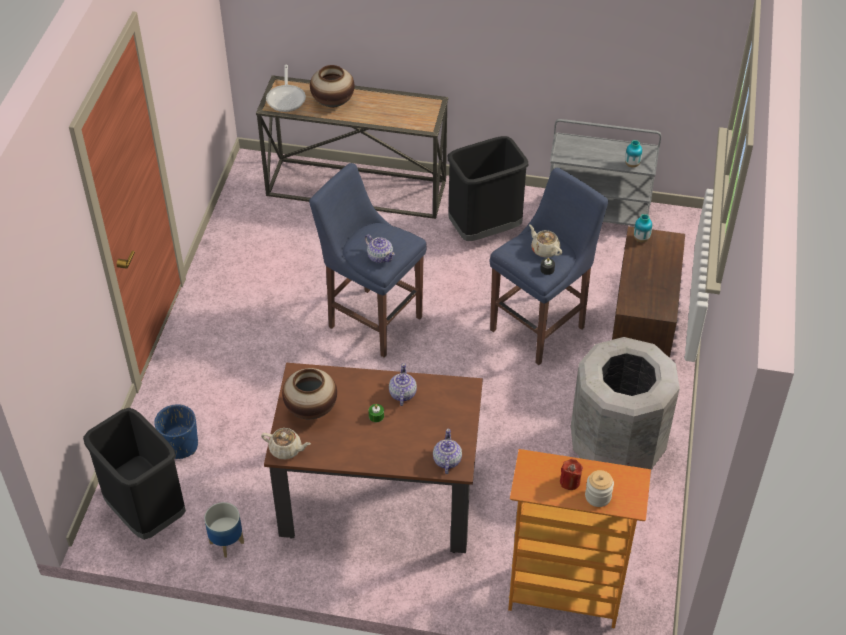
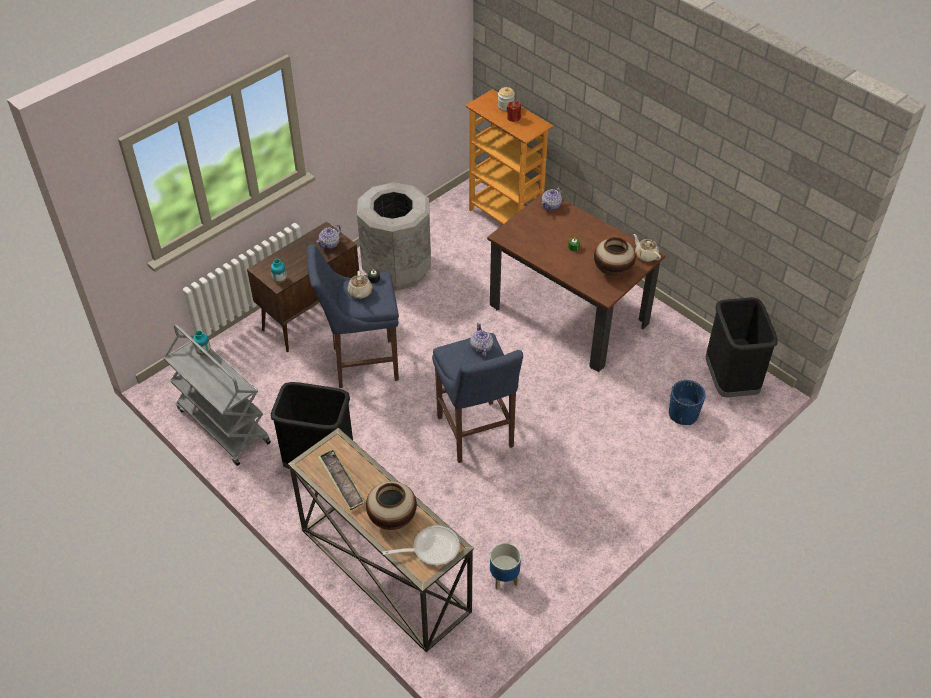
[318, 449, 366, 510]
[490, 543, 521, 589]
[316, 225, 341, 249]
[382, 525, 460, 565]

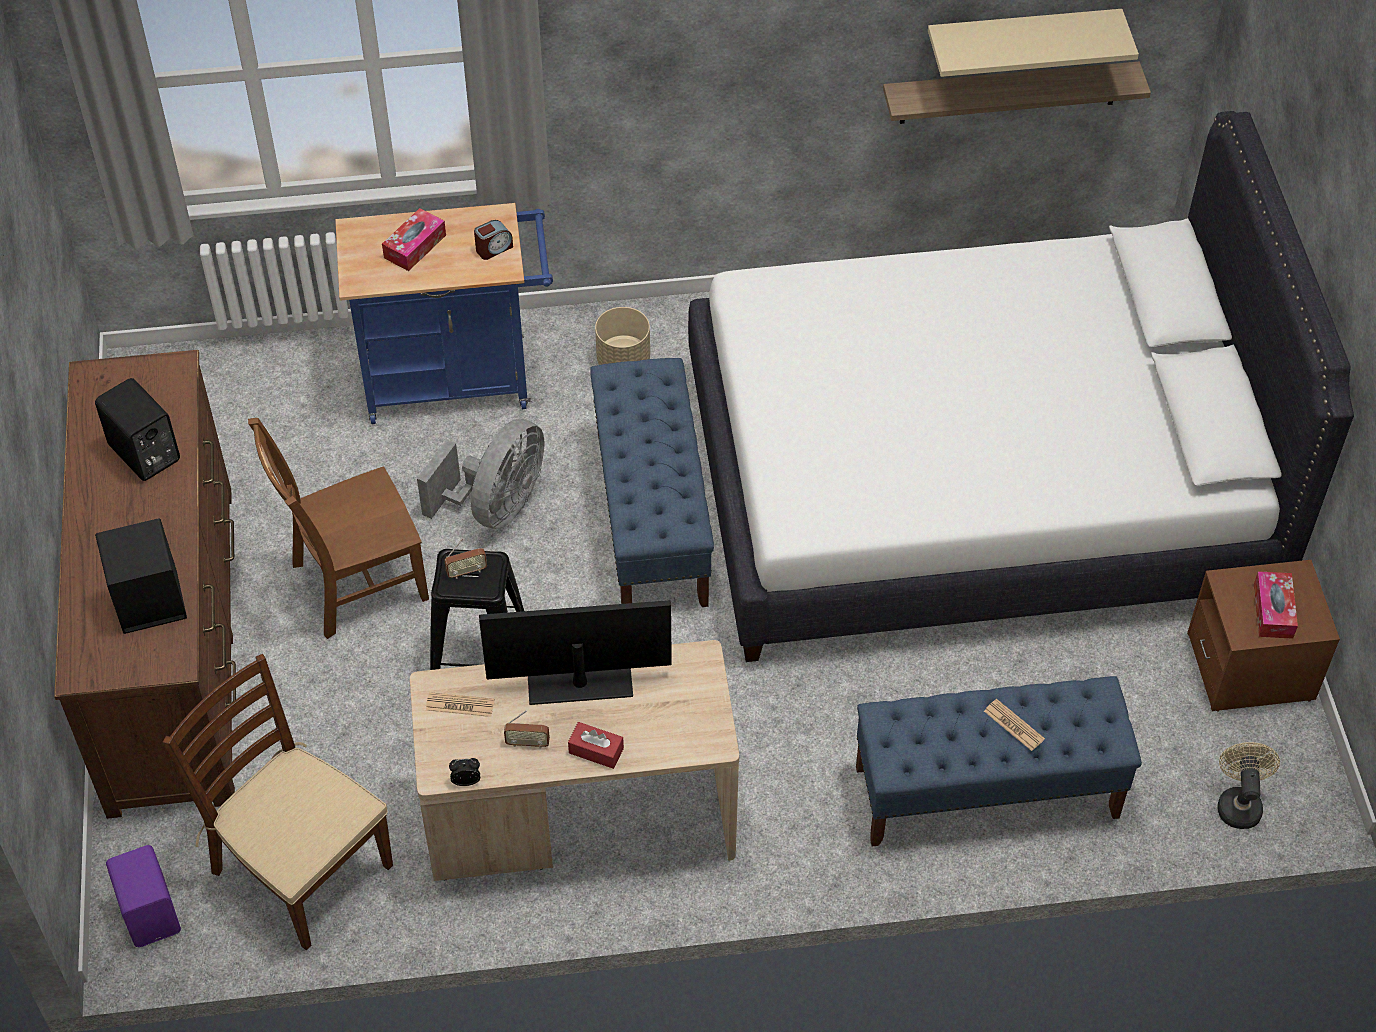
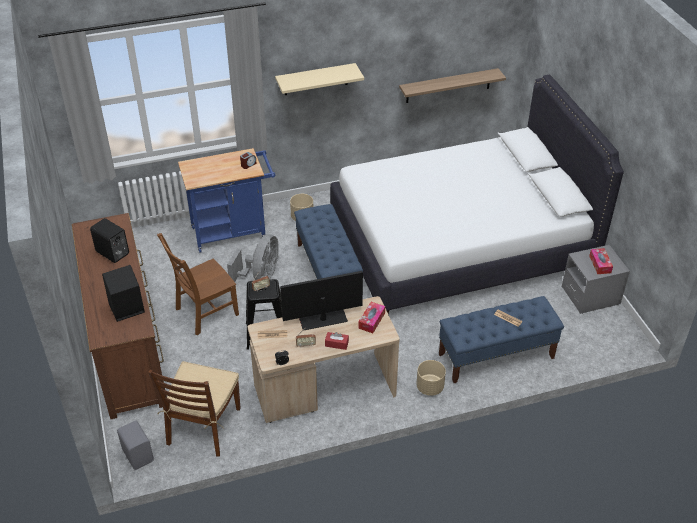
[1217, 742, 1280, 829] (first image)
[416, 360, 446, 396]
[358, 302, 385, 333]
[275, 63, 364, 95]
[117, 421, 154, 470]
[562, 245, 630, 314]
[148, 361, 241, 457]

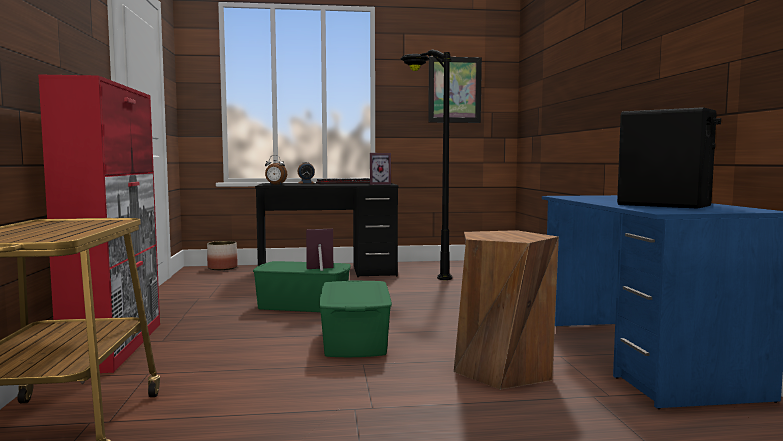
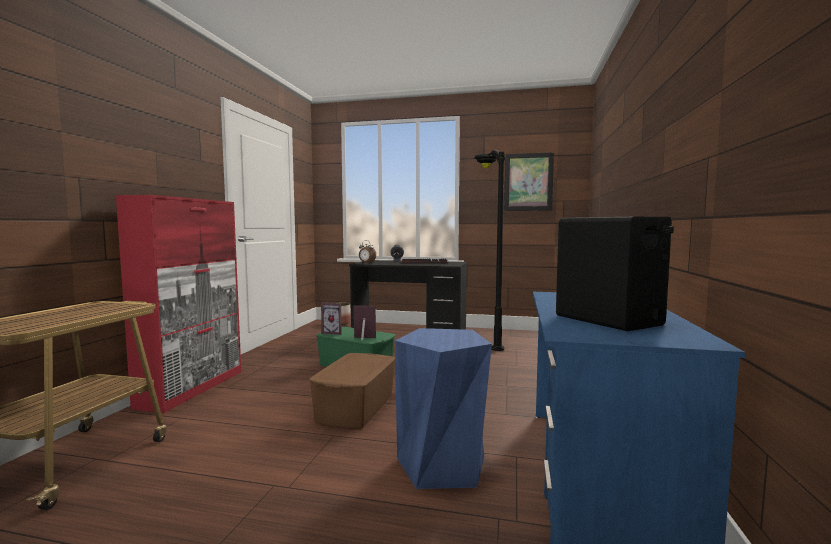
[321, 302, 341, 335]
[309, 353, 395, 428]
[395, 328, 492, 489]

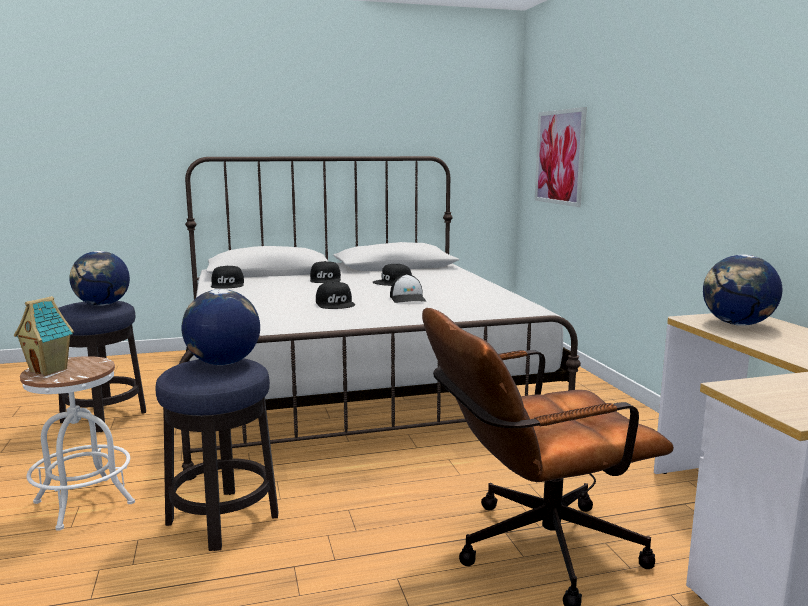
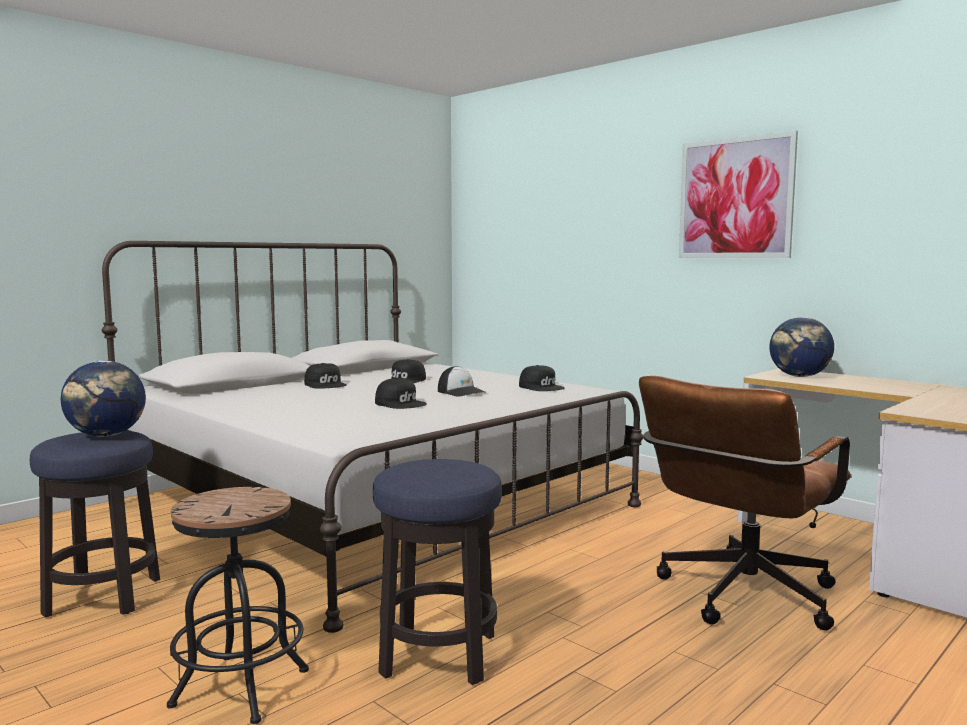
[14, 296, 74, 376] (first image)
[182, 289, 260, 365] (first image)
[519, 365, 565, 391]
[679, 130, 798, 258]
[167, 487, 309, 724]

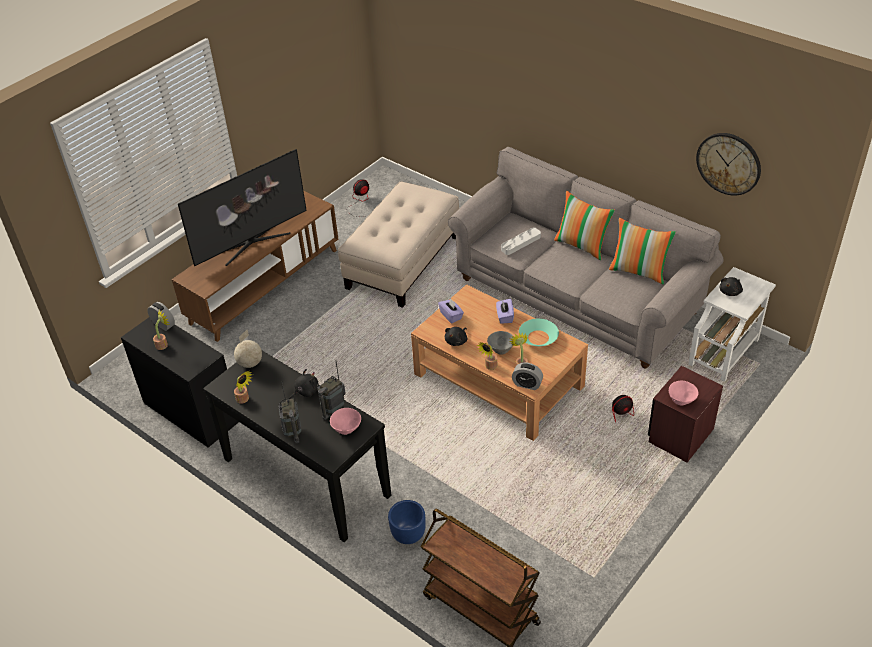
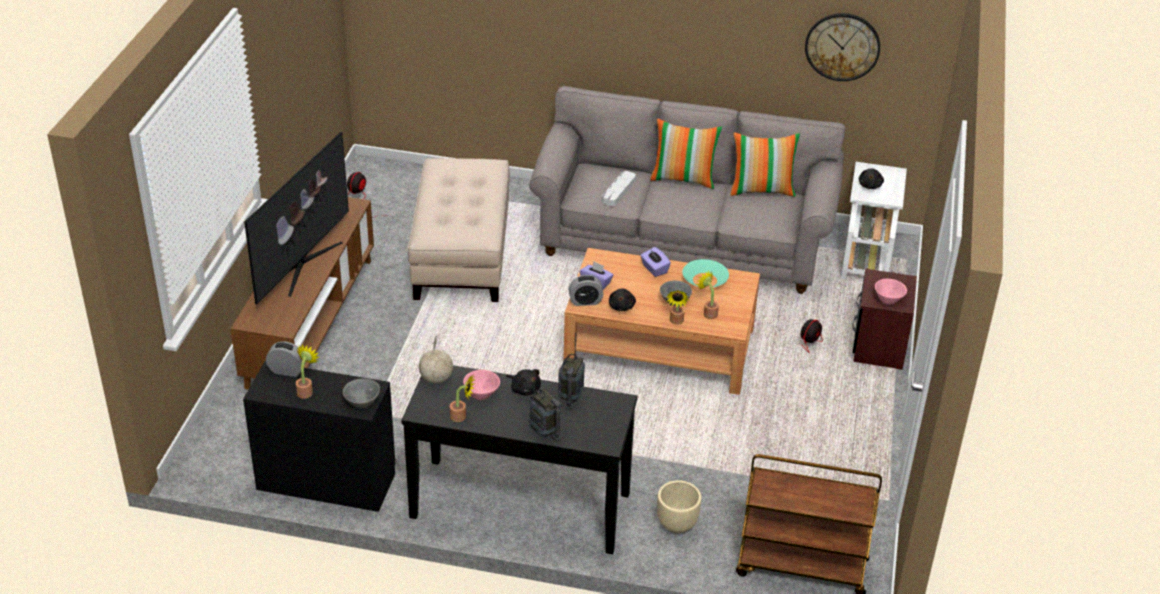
[343, 379, 380, 409]
[463, 370, 500, 400]
[569, 275, 603, 306]
[657, 480, 702, 533]
[506, 369, 541, 396]

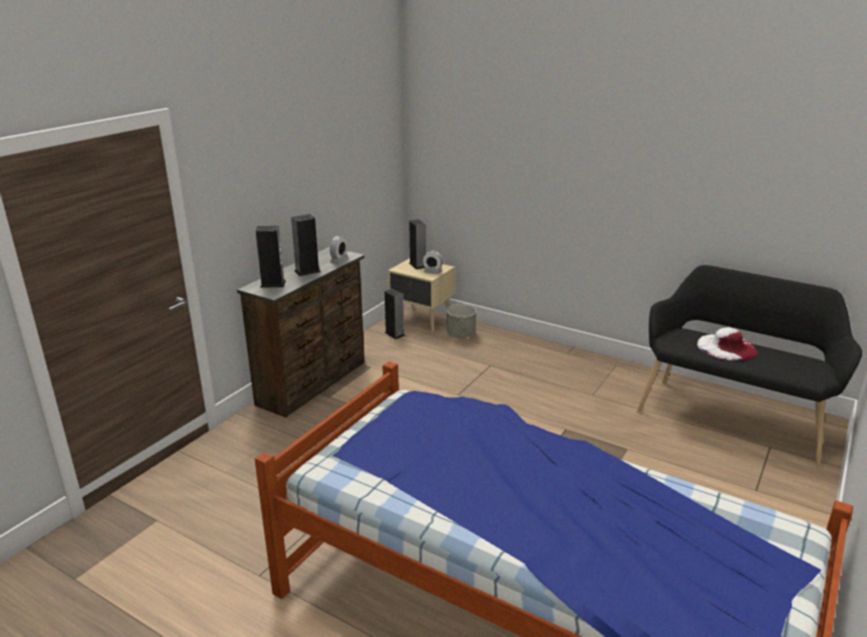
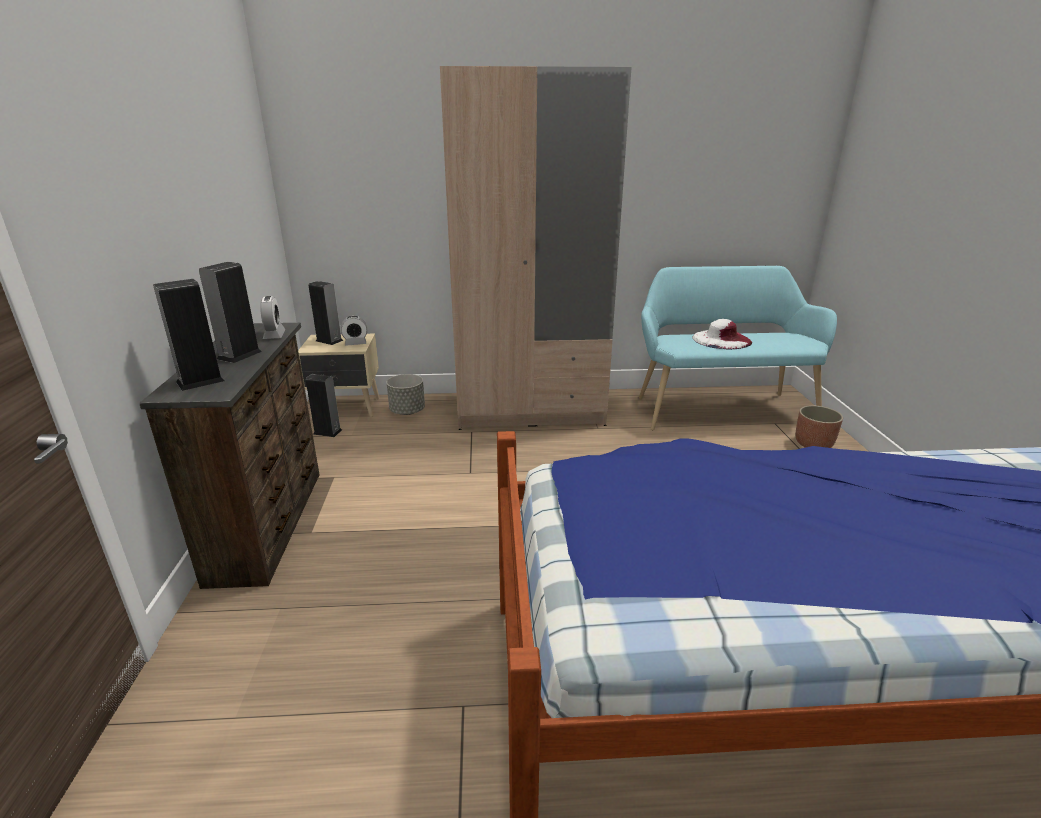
[440, 66, 632, 430]
[796, 405, 843, 448]
[639, 266, 837, 431]

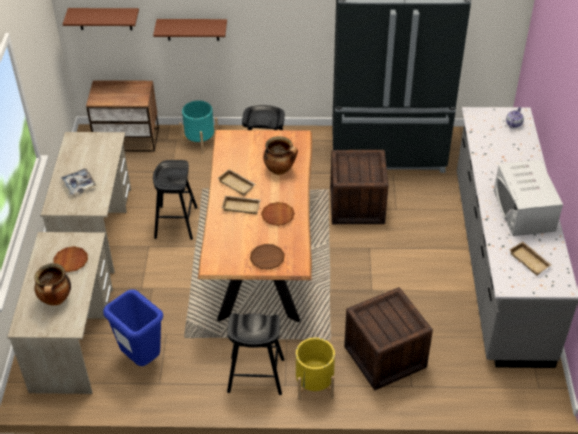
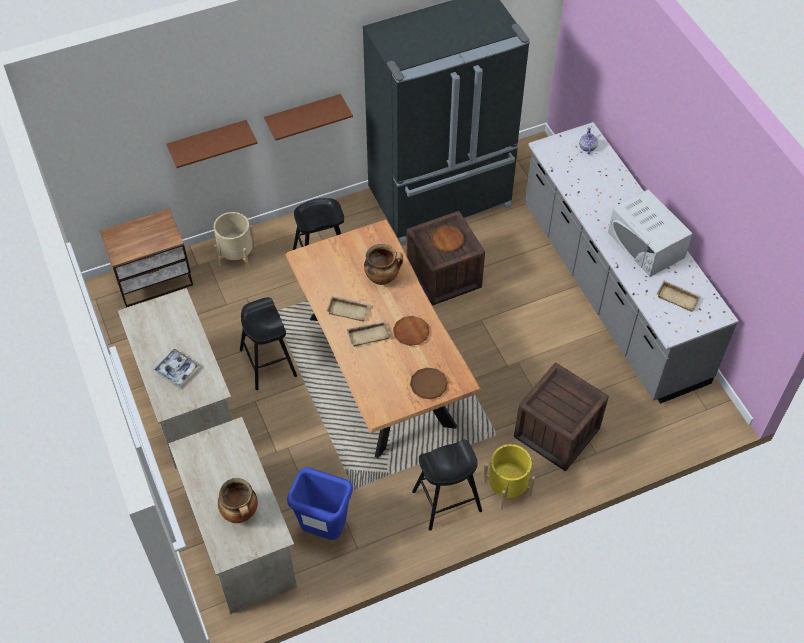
[431, 226, 464, 251]
[264, 94, 353, 141]
[213, 212, 256, 270]

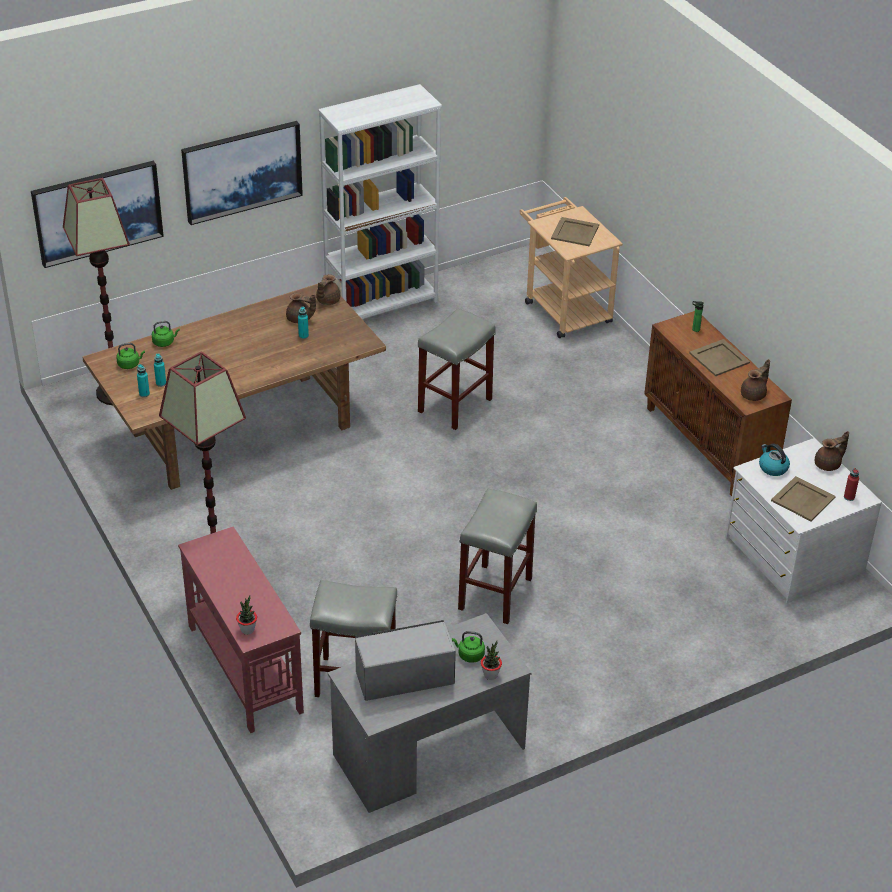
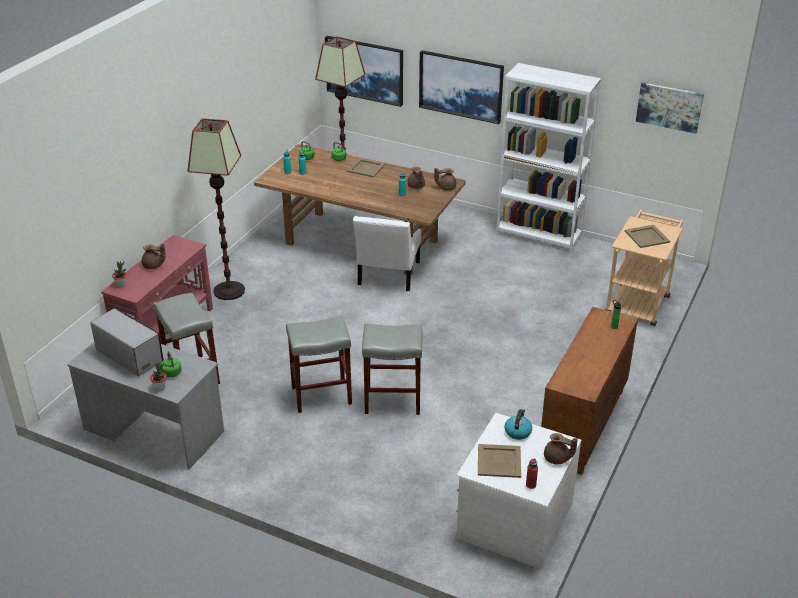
[353, 216, 421, 291]
[636, 82, 704, 134]
[362, 324, 422, 415]
[347, 158, 386, 177]
[142, 244, 166, 269]

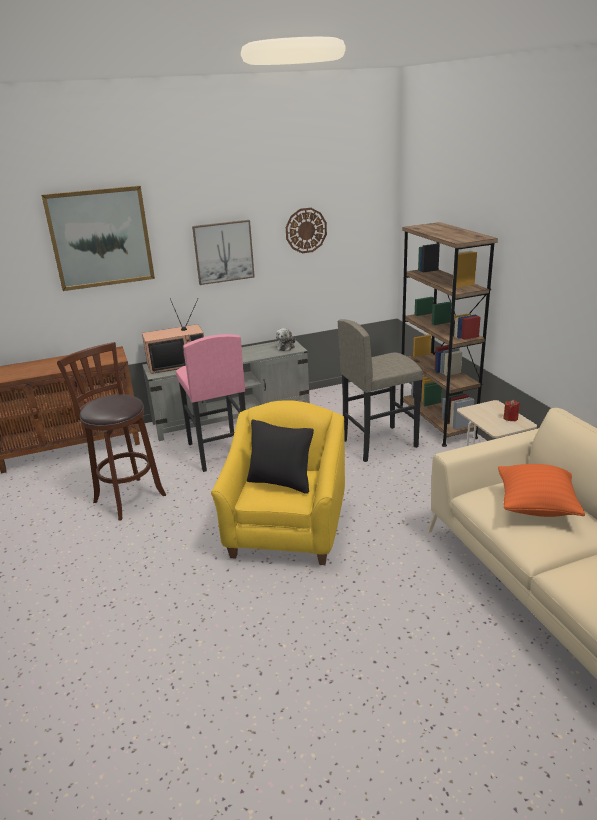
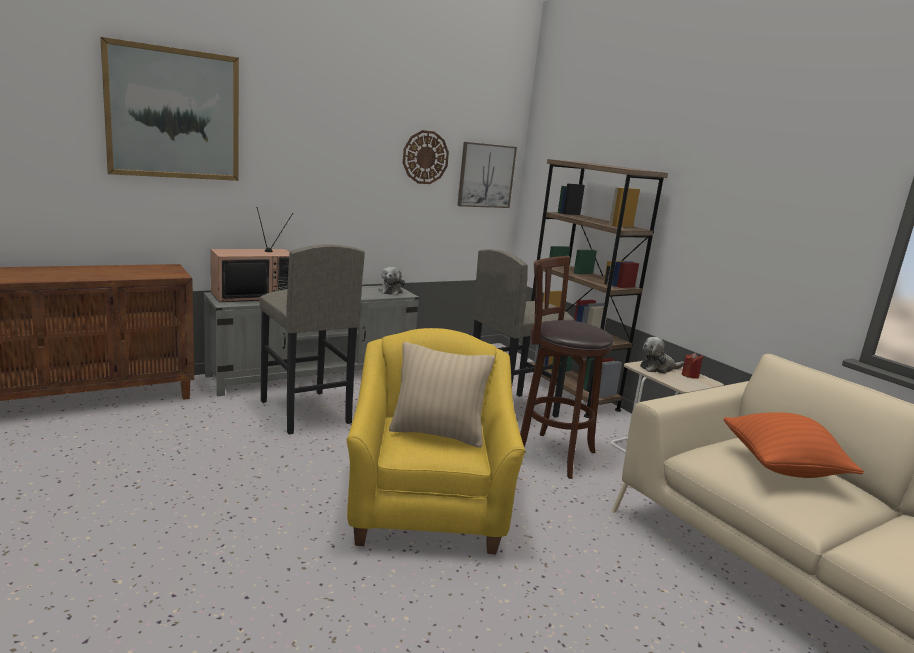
[640, 337, 684, 374]
[520, 256, 613, 479]
[457, 142, 517, 208]
[260, 244, 365, 435]
[389, 342, 495, 448]

